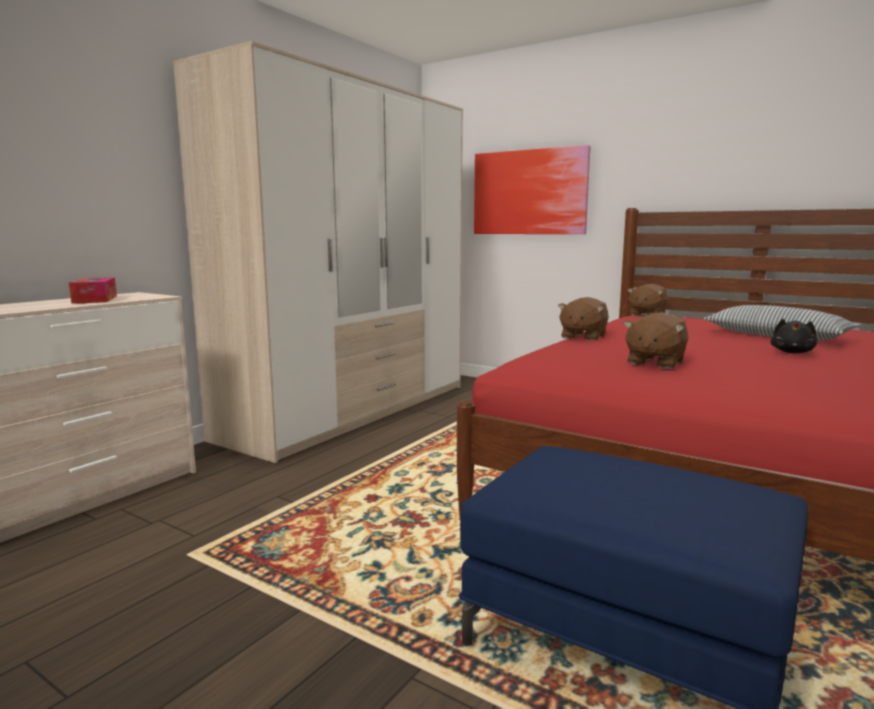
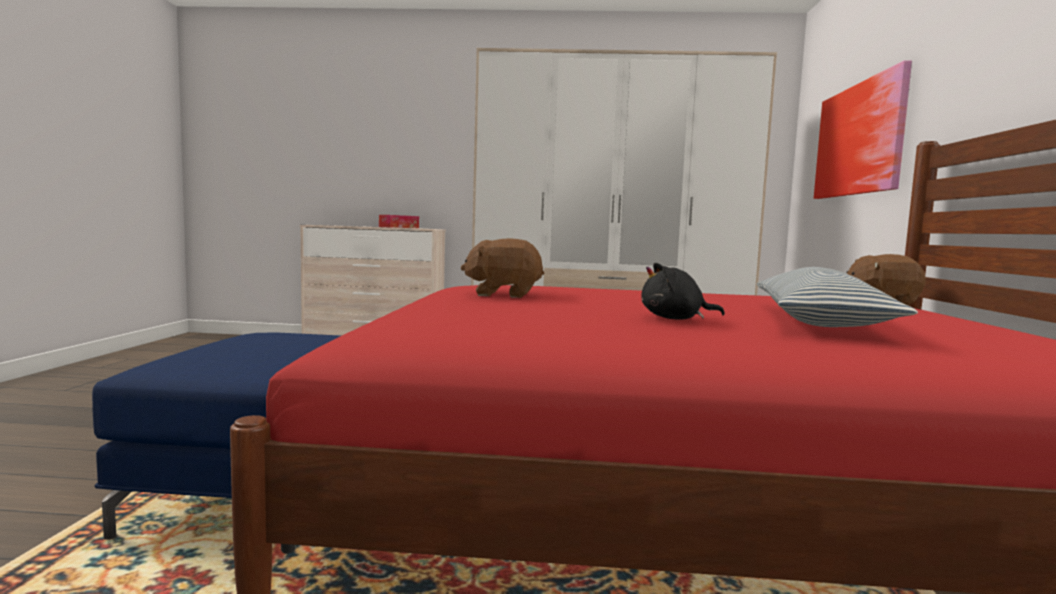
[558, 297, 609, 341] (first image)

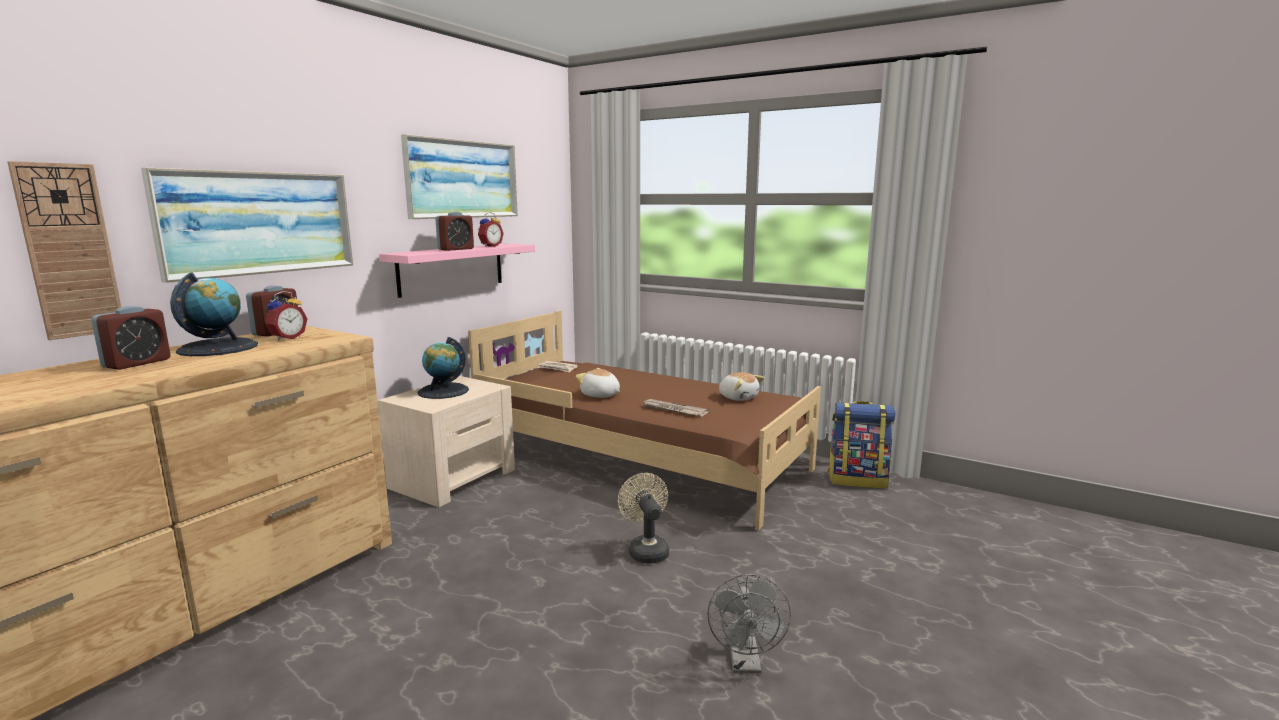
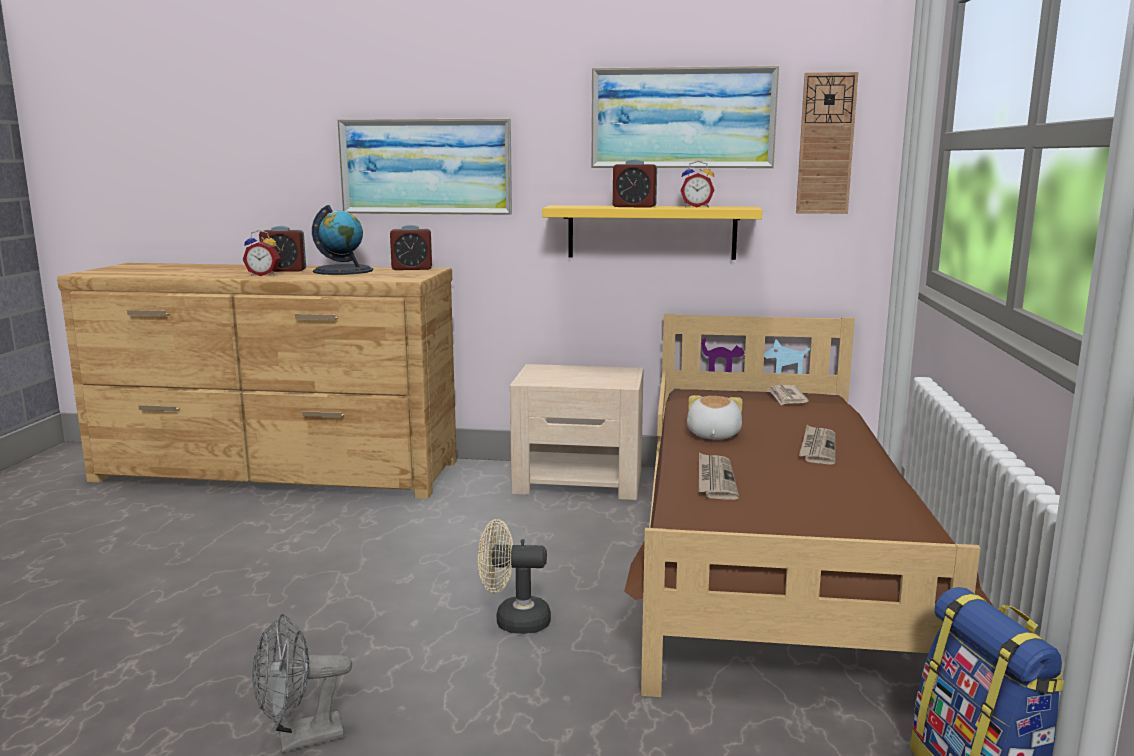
[418, 337, 469, 399] (first image)
[719, 372, 764, 401] (first image)
[799, 425, 836, 465]
[796, 72, 858, 214]
[243, 230, 280, 276]
[542, 205, 762, 260]
[478, 519, 551, 634]

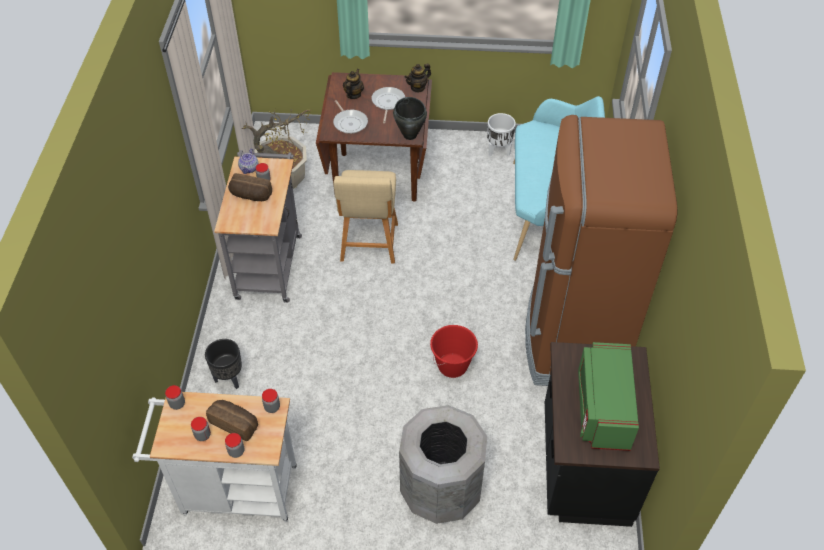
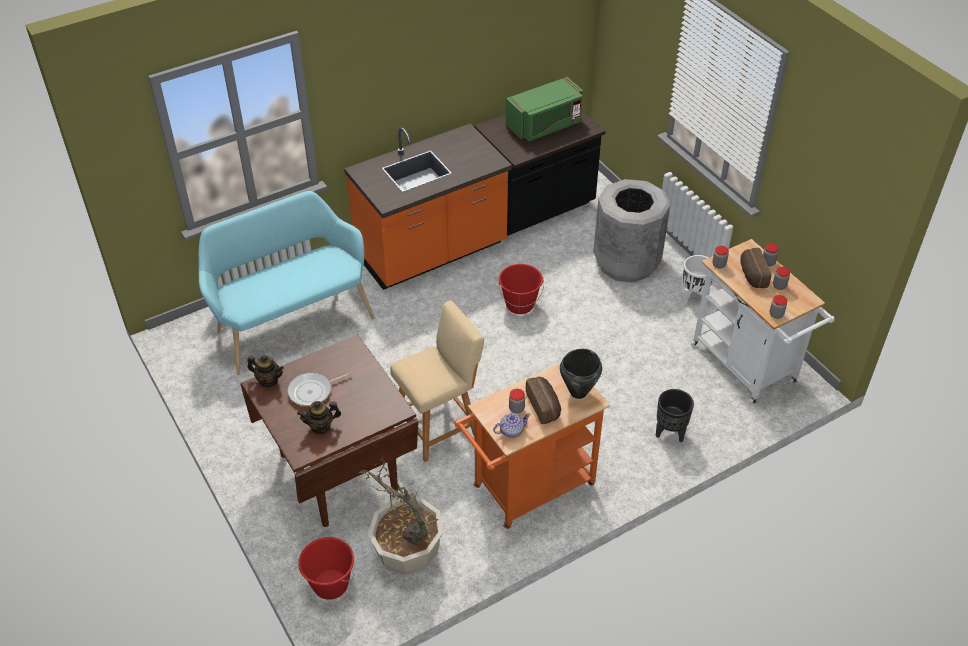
[333, 100, 368, 134] (first image)
[298, 537, 354, 600]
[560, 349, 602, 399]
[682, 255, 713, 304]
[344, 124, 512, 290]
[454, 363, 610, 529]

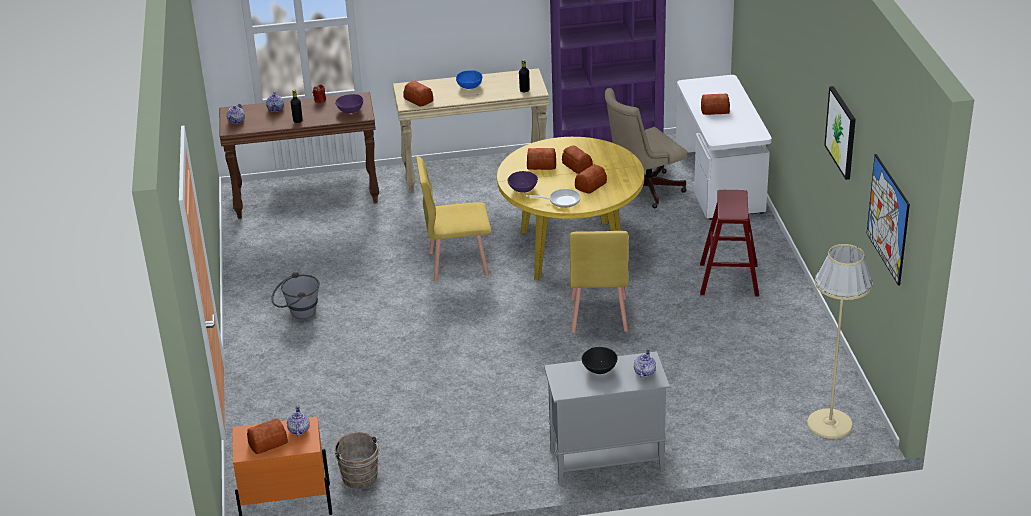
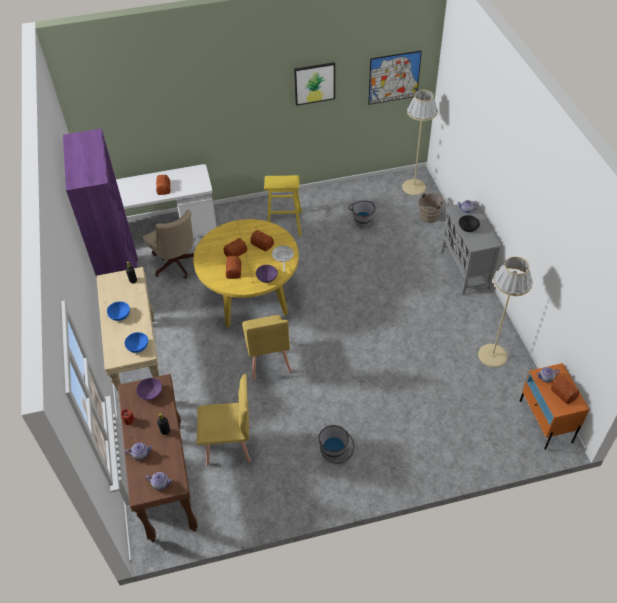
[348, 200, 376, 228]
[478, 257, 533, 367]
[419, 191, 446, 223]
[197, 374, 251, 466]
[125, 332, 148, 353]
[264, 175, 302, 236]

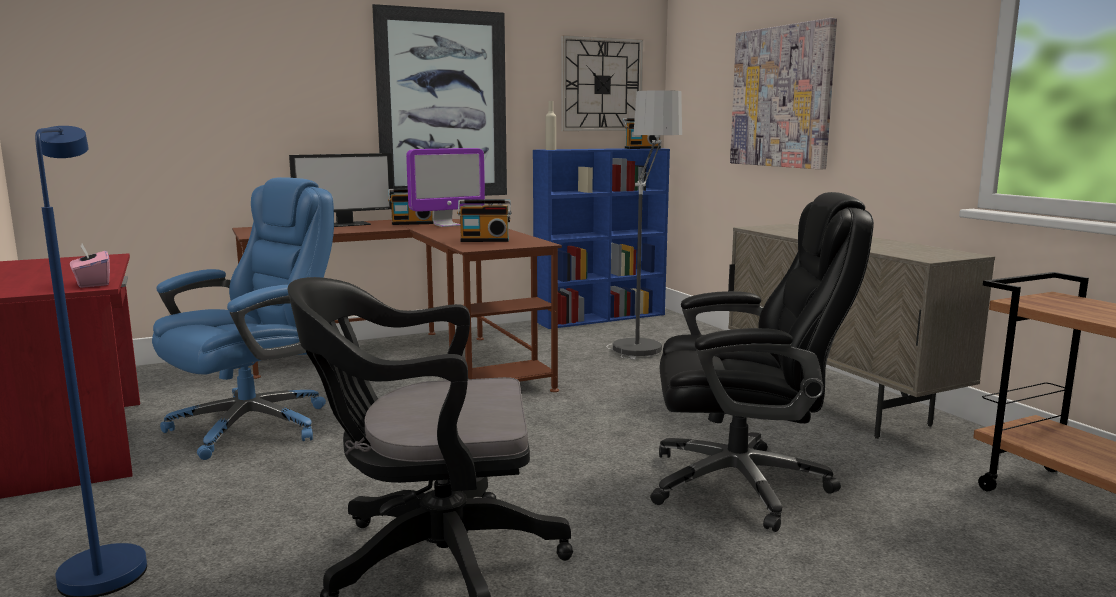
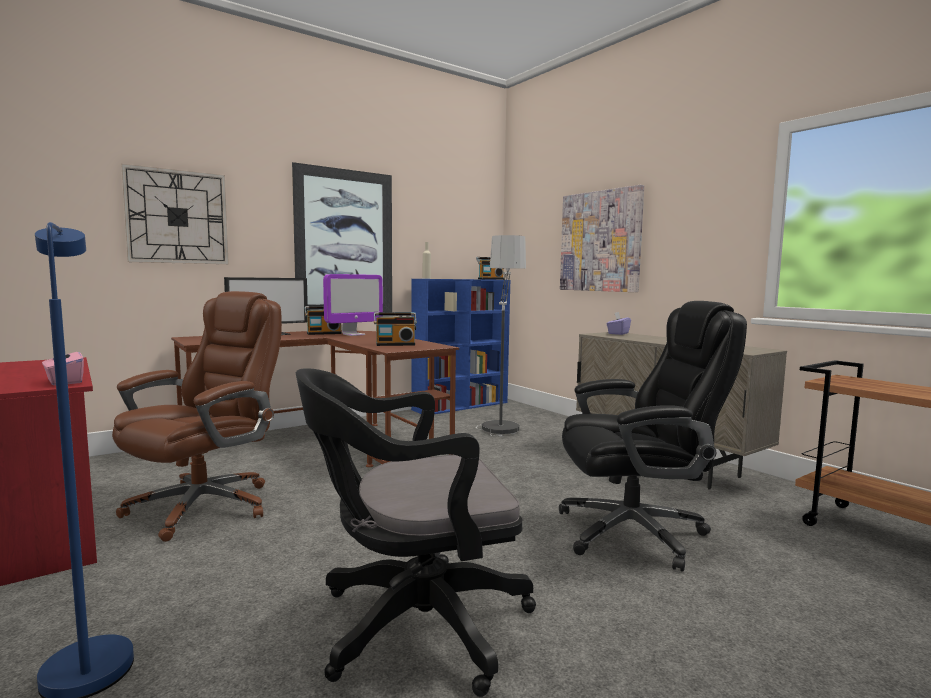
[606, 312, 631, 335]
[121, 164, 229, 264]
[112, 291, 282, 542]

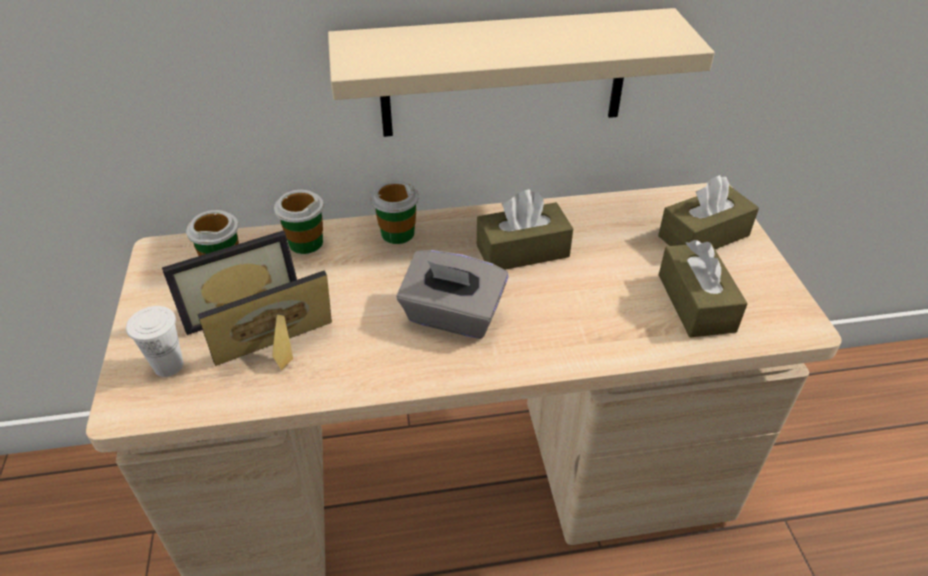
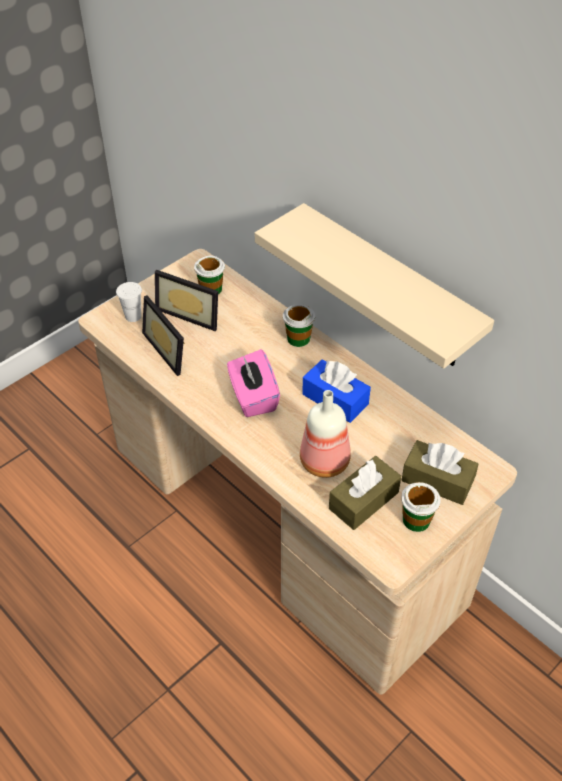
[300, 390, 351, 478]
[401, 482, 441, 532]
[227, 349, 280, 417]
[302, 359, 371, 423]
[142, 295, 185, 376]

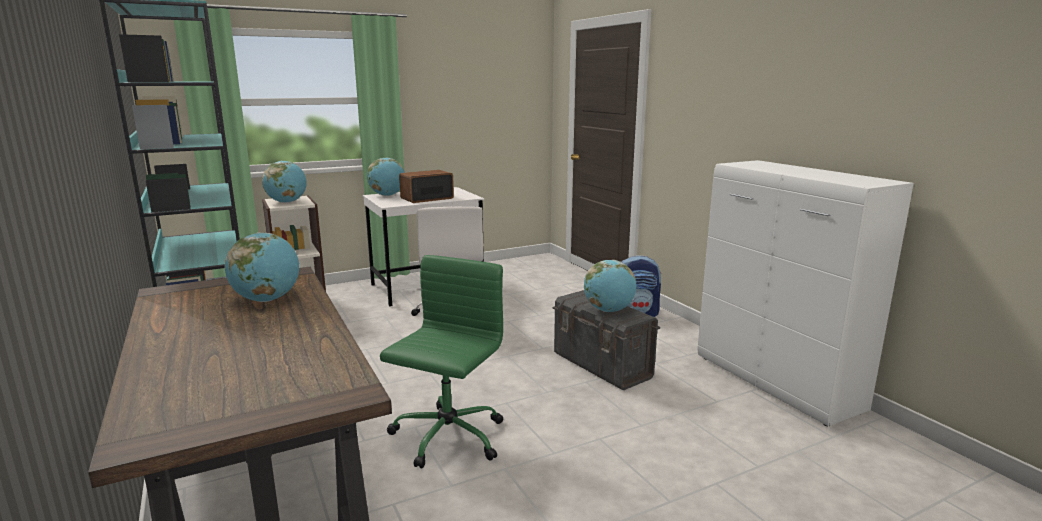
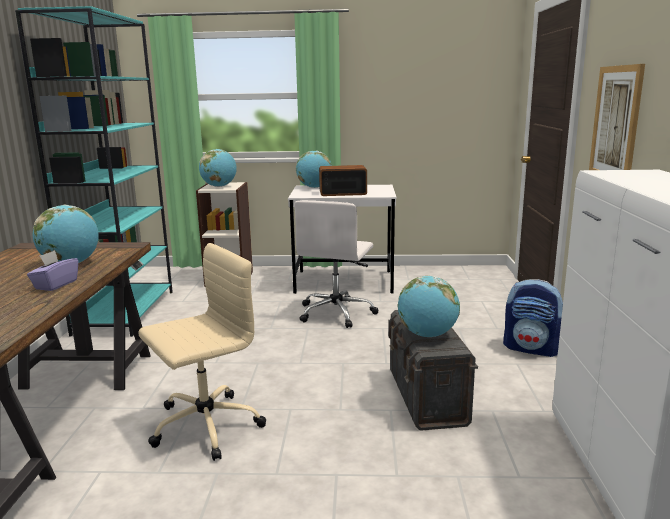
[27, 250, 78, 291]
[589, 64, 645, 170]
[139, 243, 266, 461]

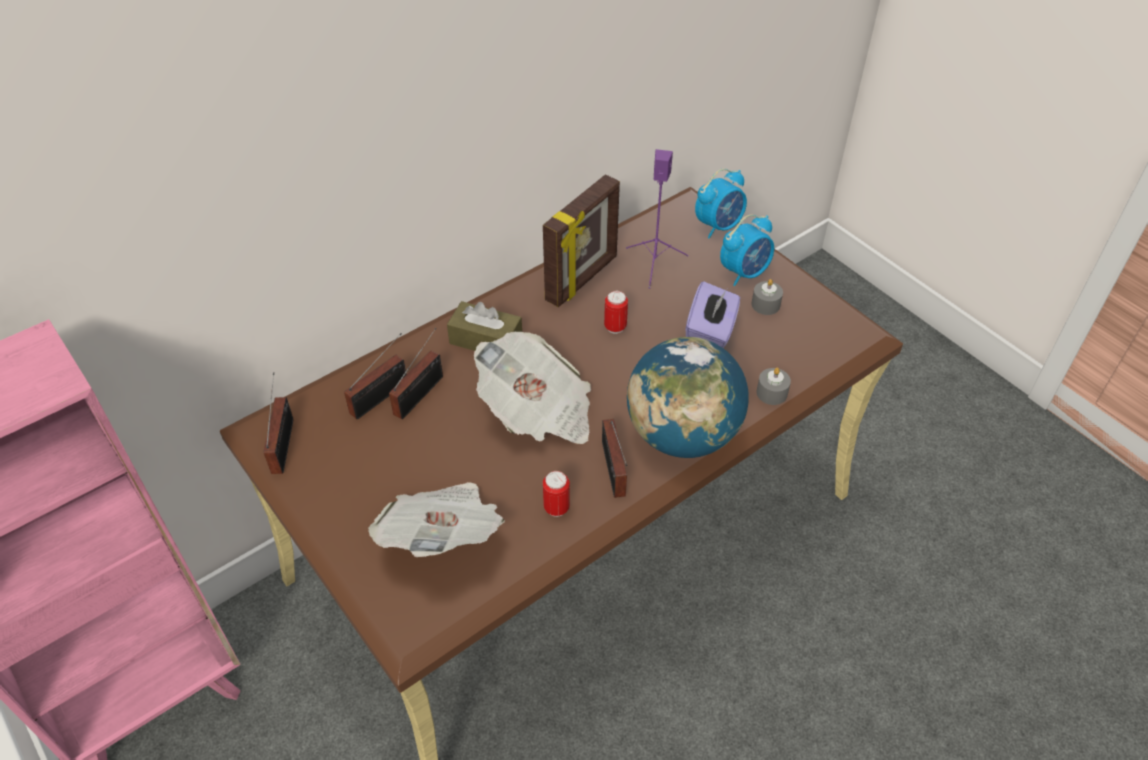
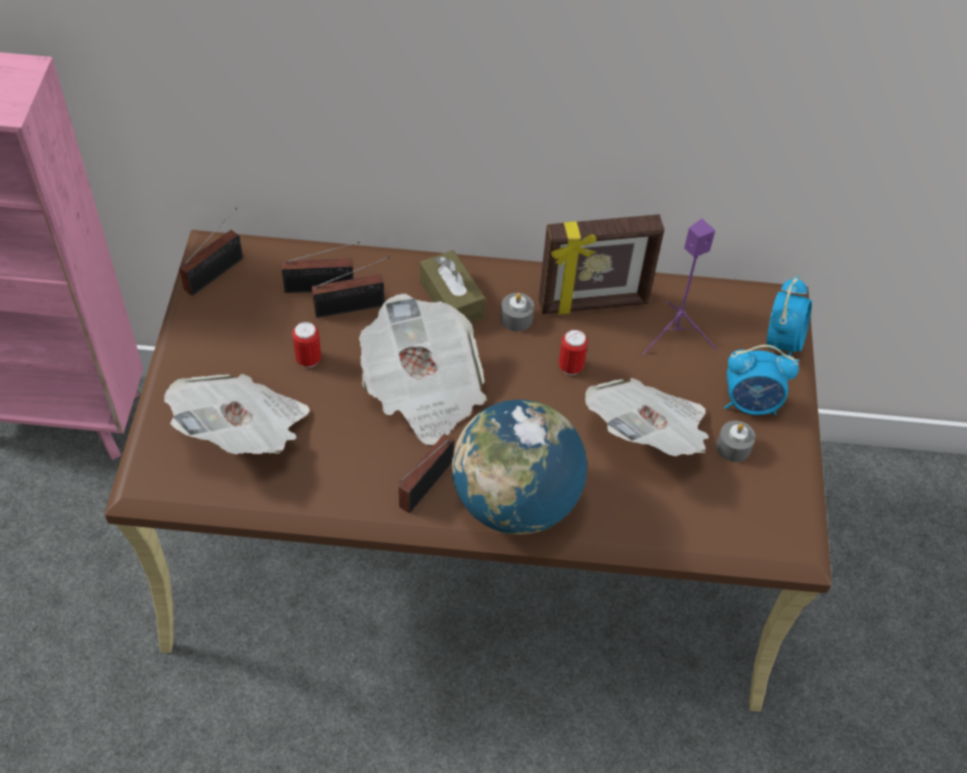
[292, 322, 321, 368]
[501, 293, 534, 331]
[585, 378, 709, 456]
[767, 276, 812, 355]

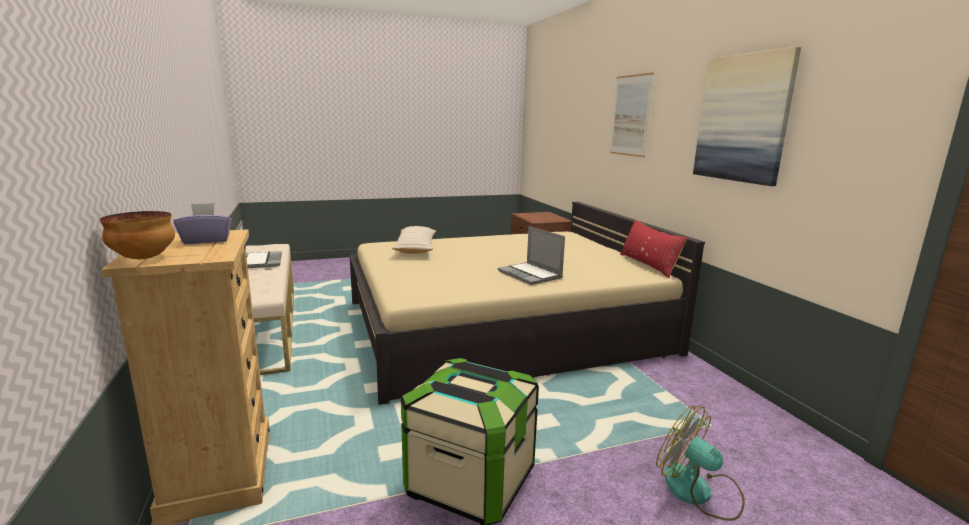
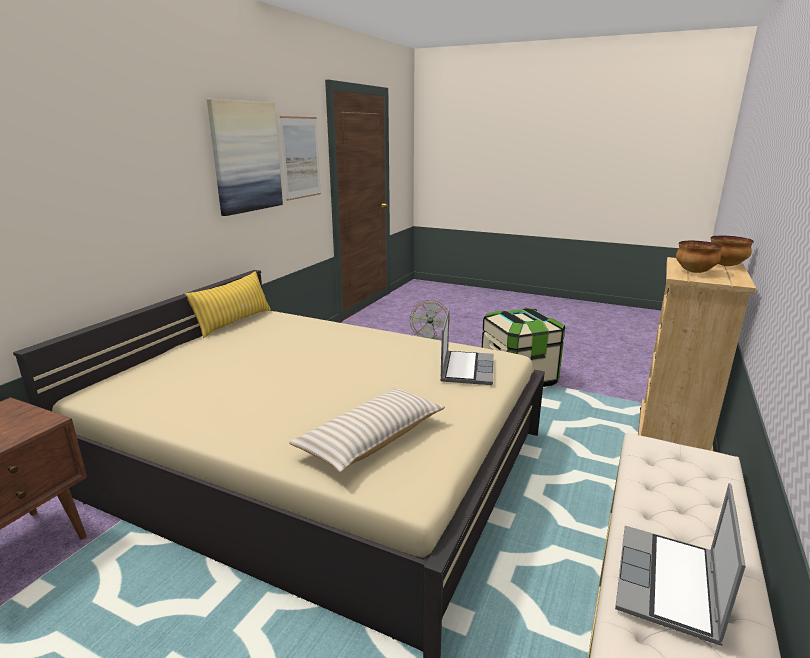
[440, 308, 494, 385]
[280, 116, 321, 201]
[676, 241, 723, 273]
[185, 271, 271, 338]

